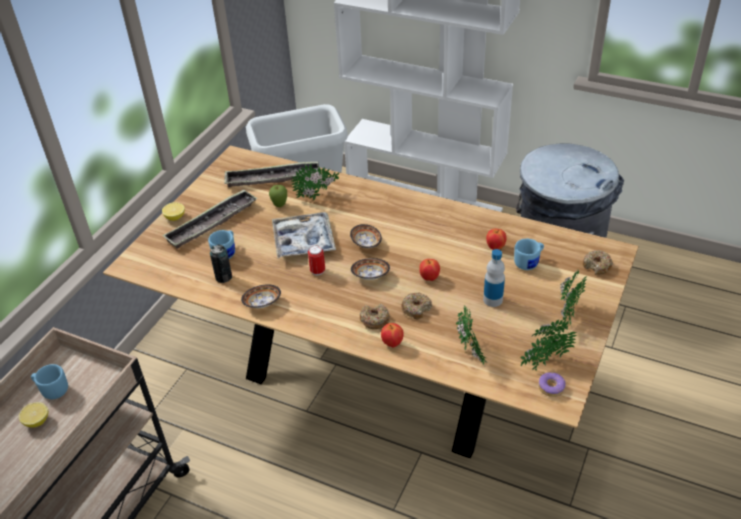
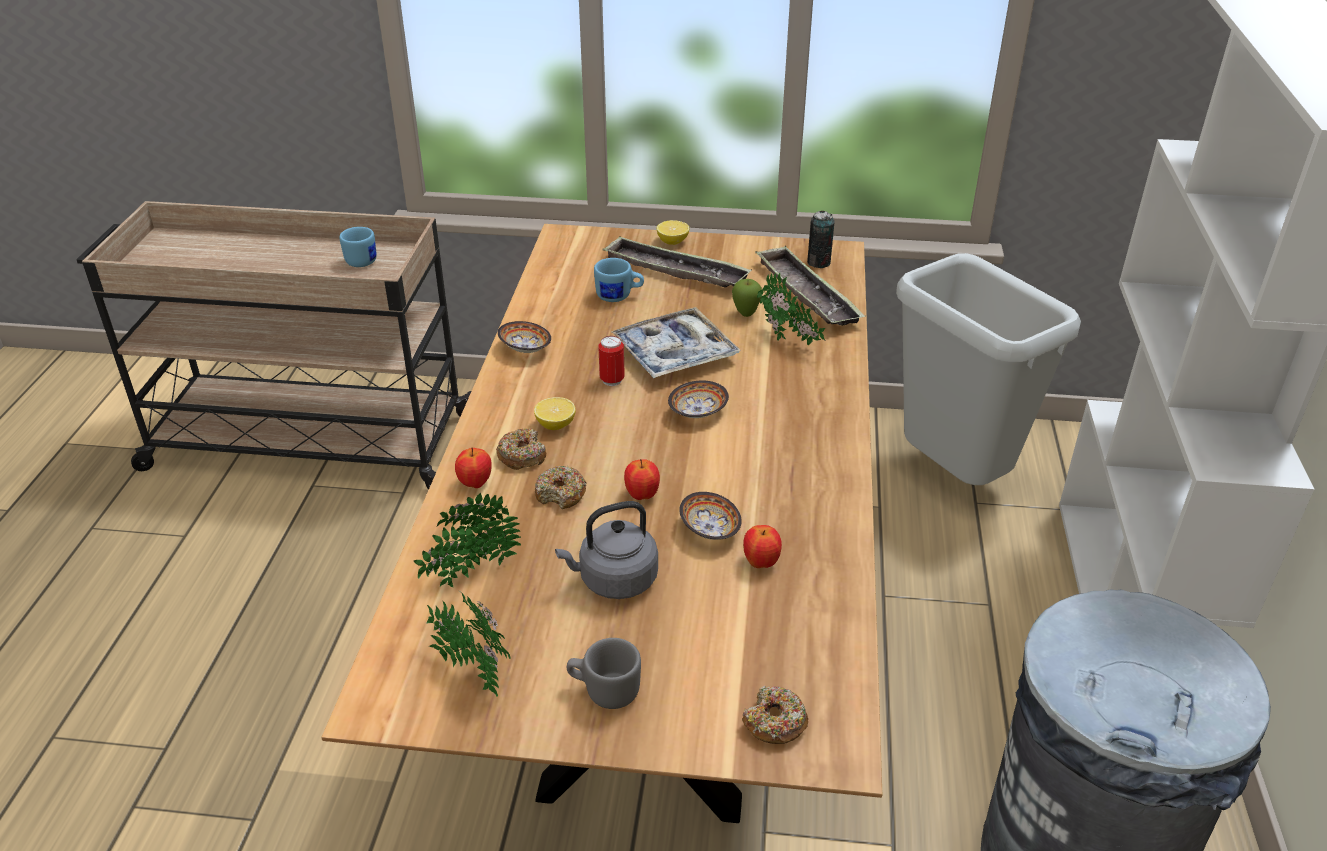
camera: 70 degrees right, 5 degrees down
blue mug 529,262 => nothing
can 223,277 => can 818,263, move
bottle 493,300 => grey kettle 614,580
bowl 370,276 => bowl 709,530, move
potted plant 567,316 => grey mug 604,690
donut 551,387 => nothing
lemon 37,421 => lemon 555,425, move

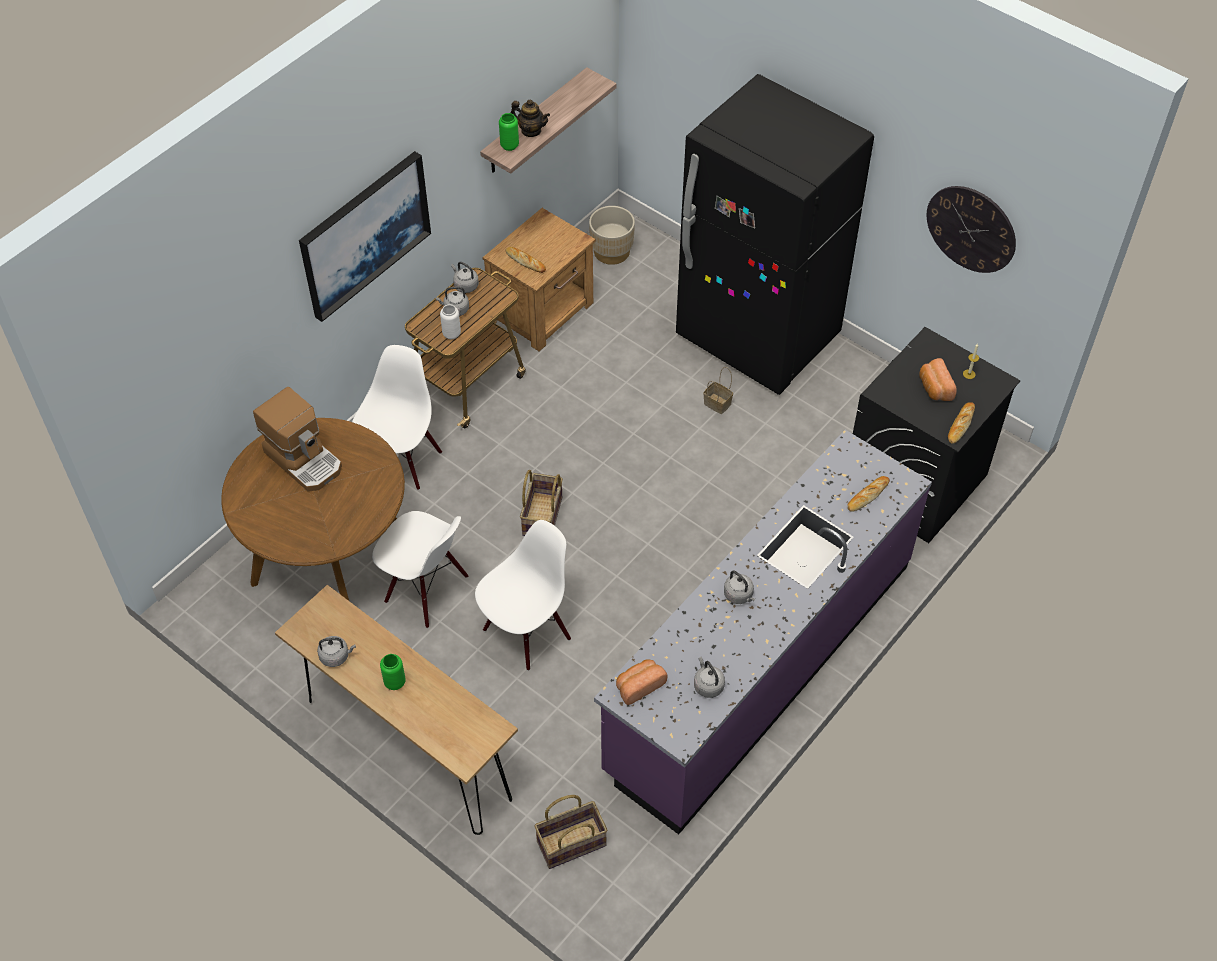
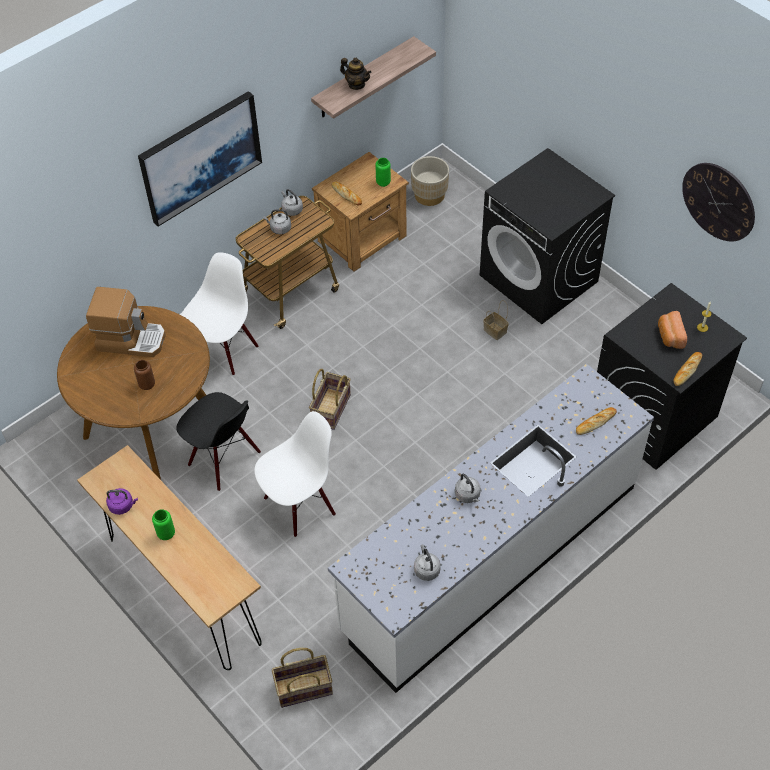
camera: 10 degrees right, 0 degrees up
black fridge 757,337 => black washing machine 539,279
green vase 509,146 => green vase 383,182, move
white vase 451,334 => nothing
coffee machine 304,459 => coffee machine 131,339, 45 degrees counterclockwise
purple counter 758,666 => white counter 490,557
white chair 426,590 => black chair 223,459
grey kettle 336,656 => purple kettle 122,506
bread 639,686 => nothing
nothing => brown vase 147,385

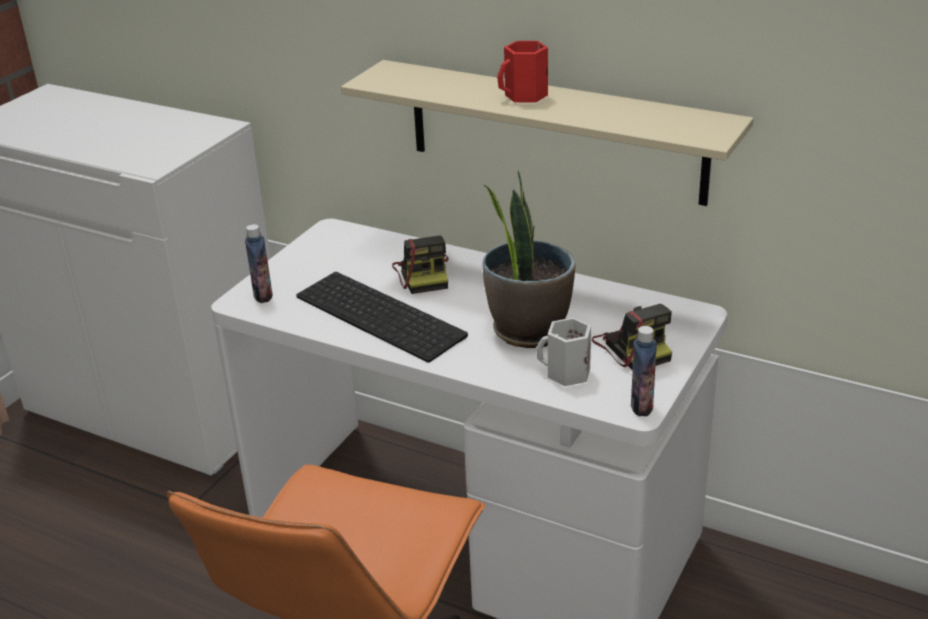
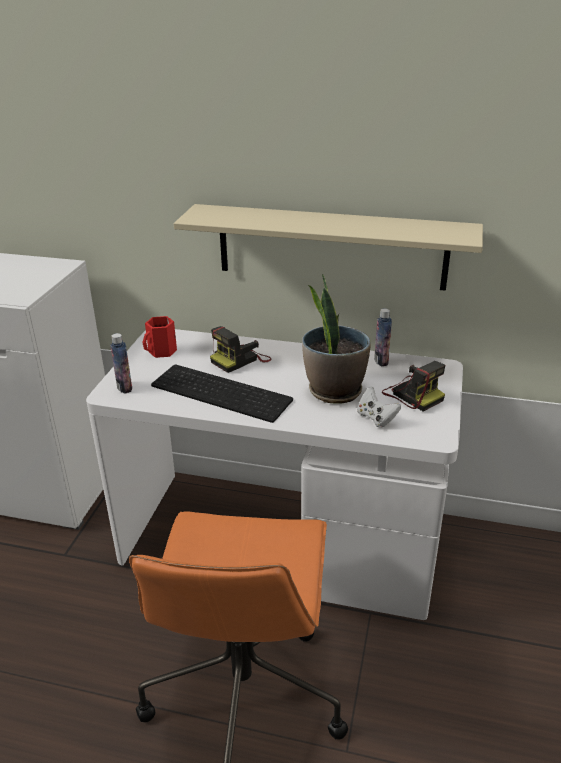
camera: 15 degrees left, 0 degrees up
red mug 525,96 => red mug 162,351, move
photo camera 424,274 => photo camera 240,360, 75 degrees clockwise
white mug 566,373 => white game controller 376,418
bottle 641,406 => bottle 381,361, move

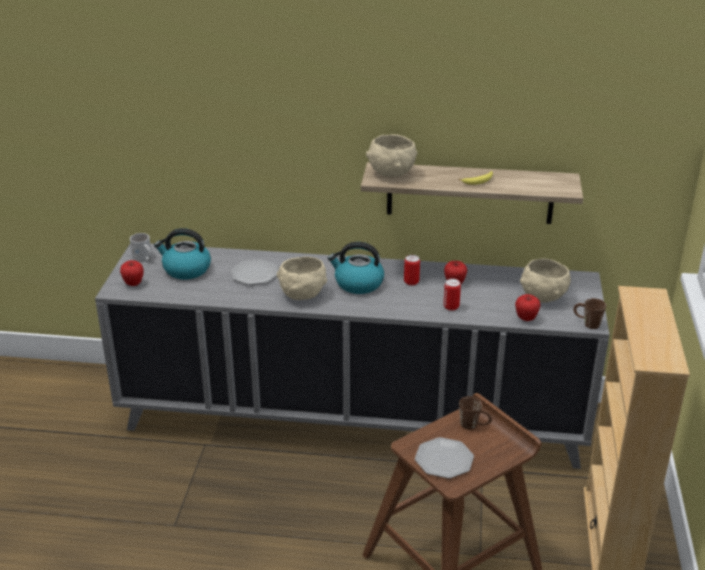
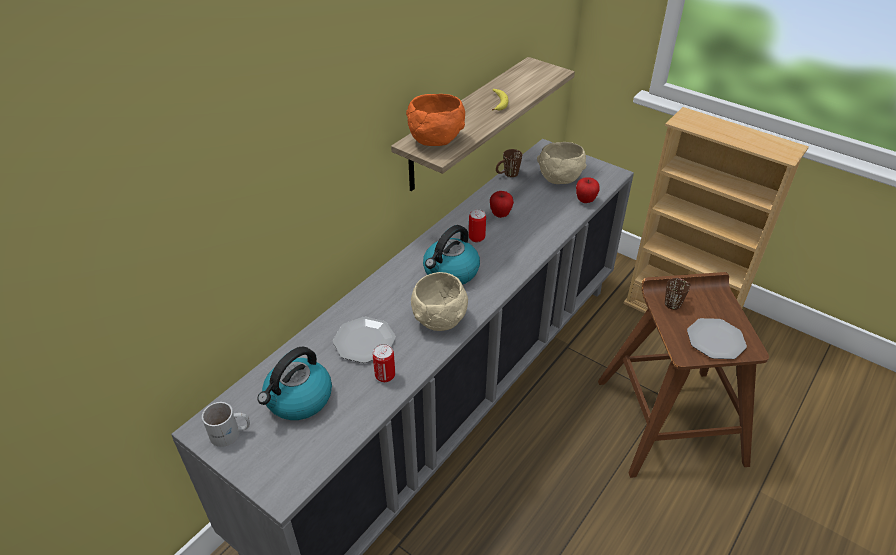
camera: 60 degrees left, 10 degrees up
beige bowl 392,174 => orange bowl 436,141
apple 133,284 => nothing
can 451,307 => can 385,376, move
brown mug 586,323 => brown mug 507,175, move

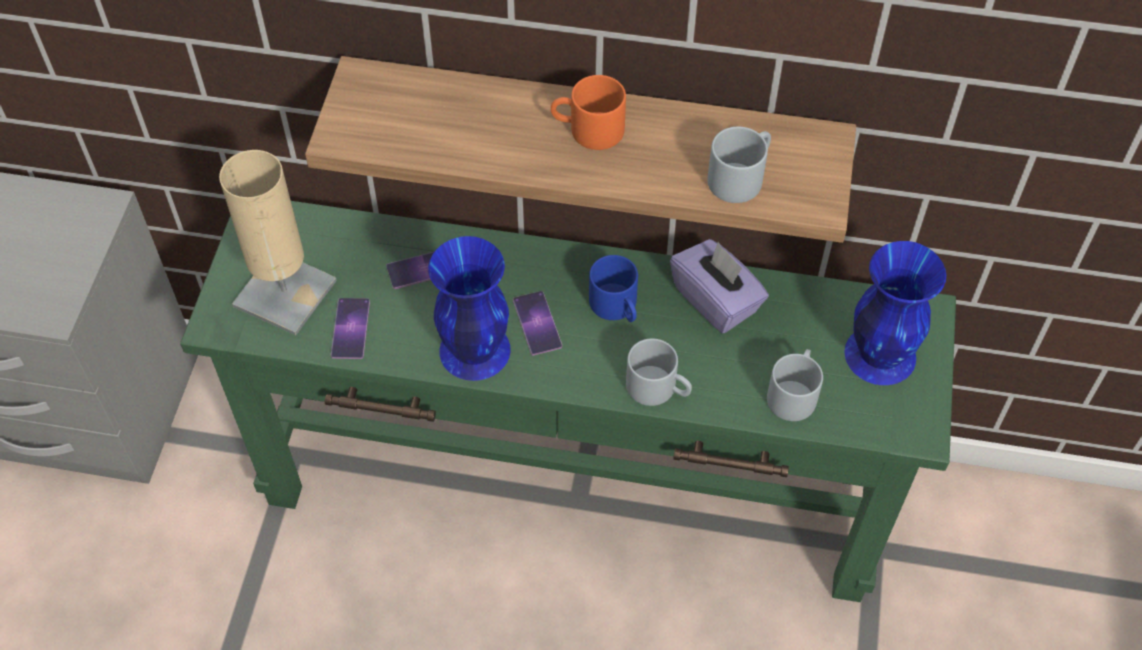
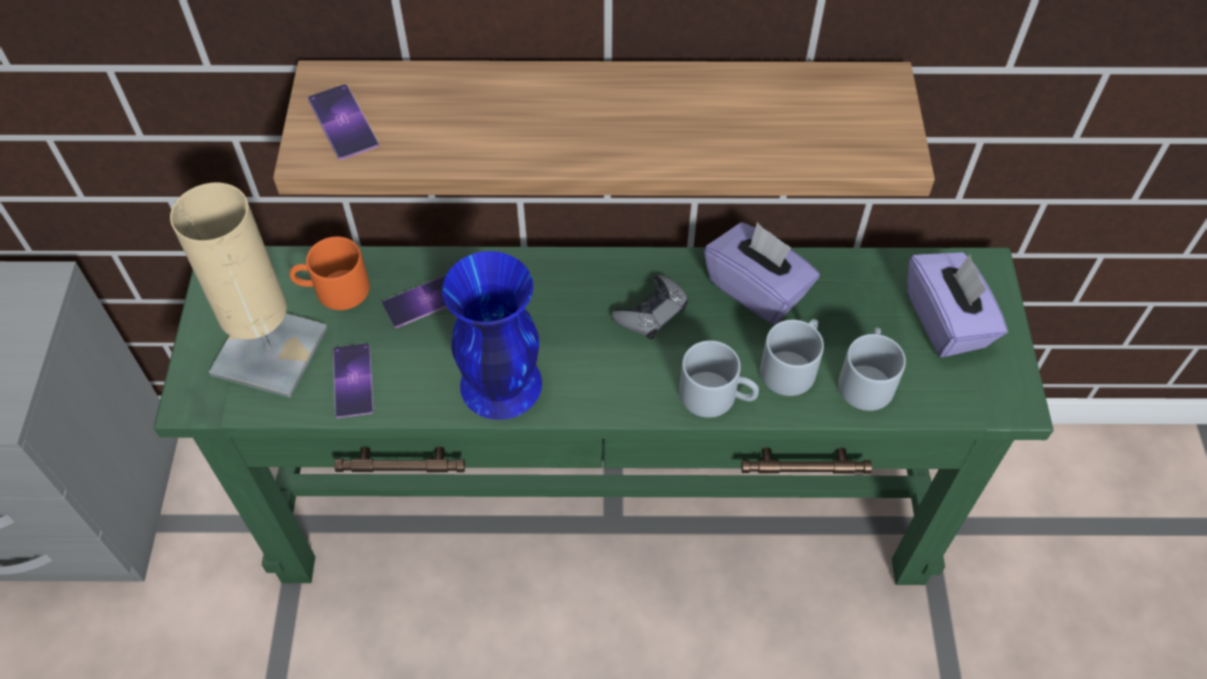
camera: 10 degrees left, 0 degrees up
orange mug 587,130 => orange mug 333,290, move
grey mug 740,176 => grey mug 791,365, move
blue vase 879,353 => purple tissue box 947,321
blue mug 618,307 => grey game controller 651,312
phone 537,323 => phone 343,122, move

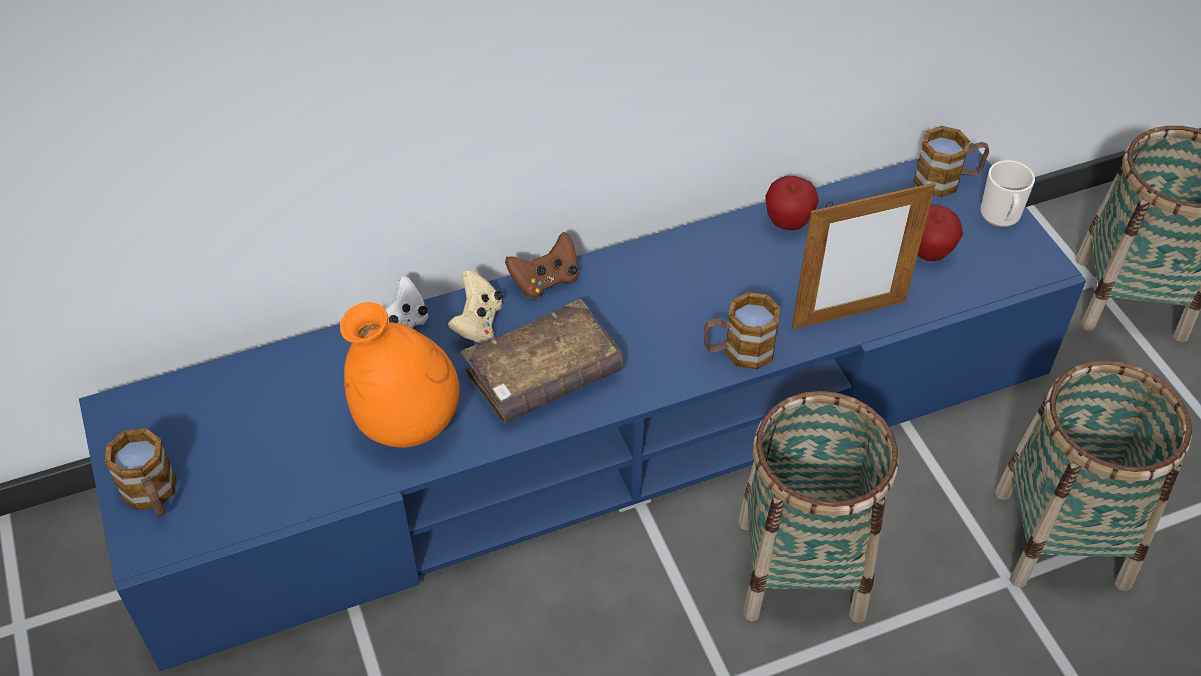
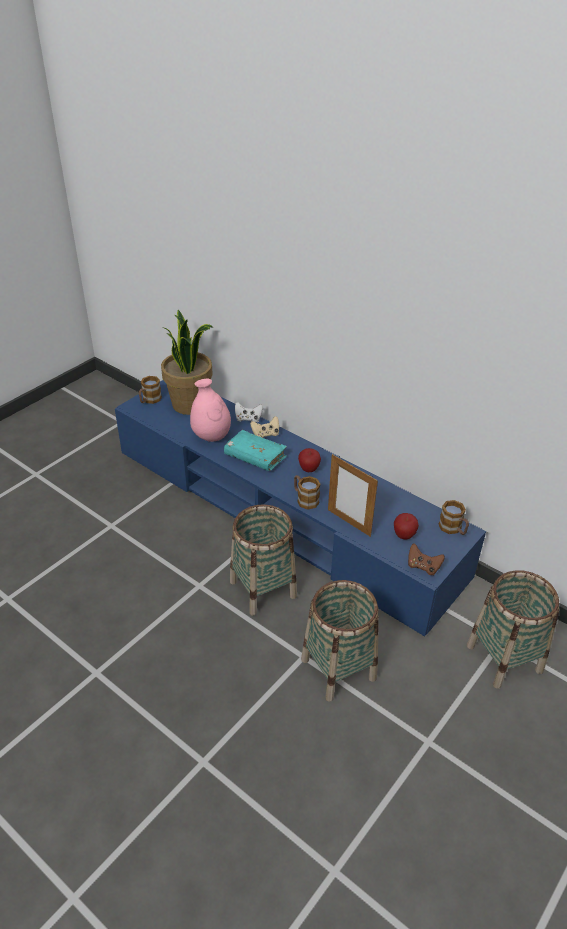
camera: 60 degrees right, 10 degrees down
mug 1001,216 => nothing
apple 788,223 => apple 309,469, move
brown game controller 545,281 => brown game controller 423,566, move
brown book 543,375 => turquoise book 255,457
orange vase 408,425 => pink vase 211,436
nothing => potted plant 190,404

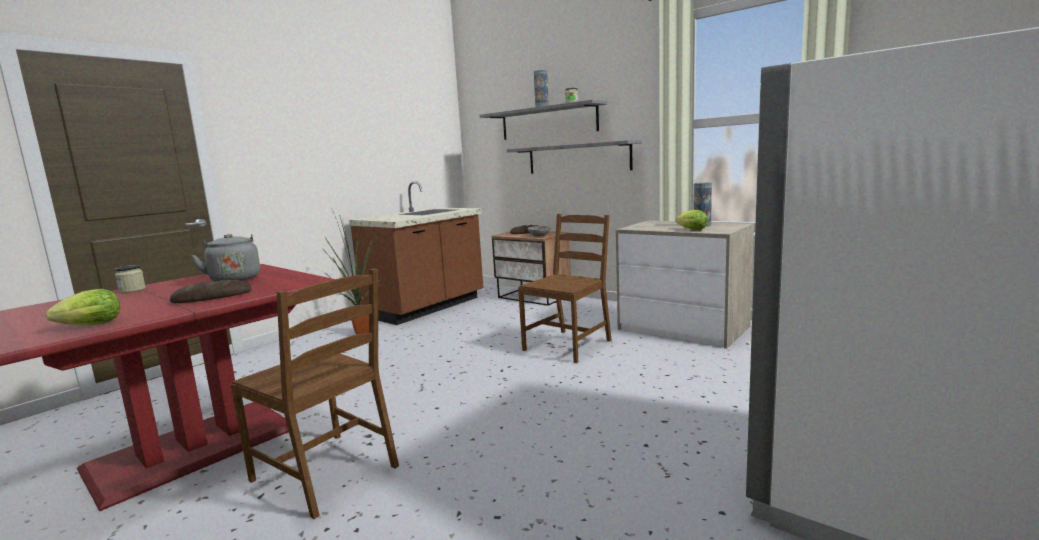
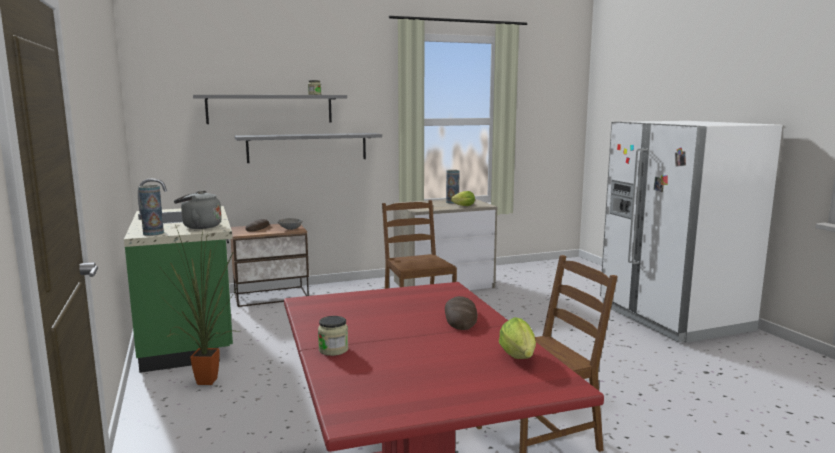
camera: 60 degrees left, 0 degrees up
vase 542,107 => vase 153,233, move
brown counter 426,307 => green counter 190,338
grey kettle 234,279 => grey kettle 199,227, move

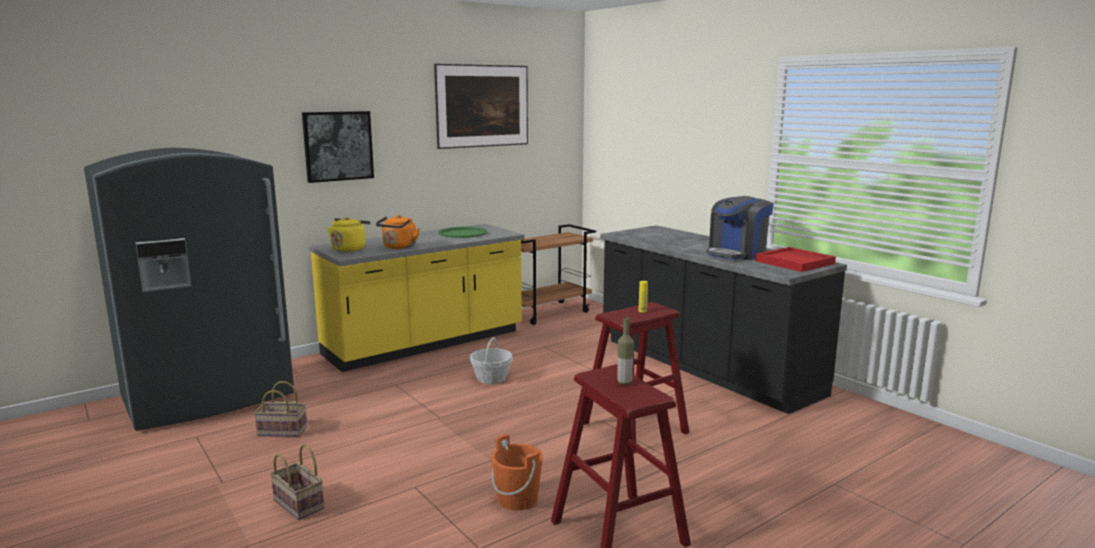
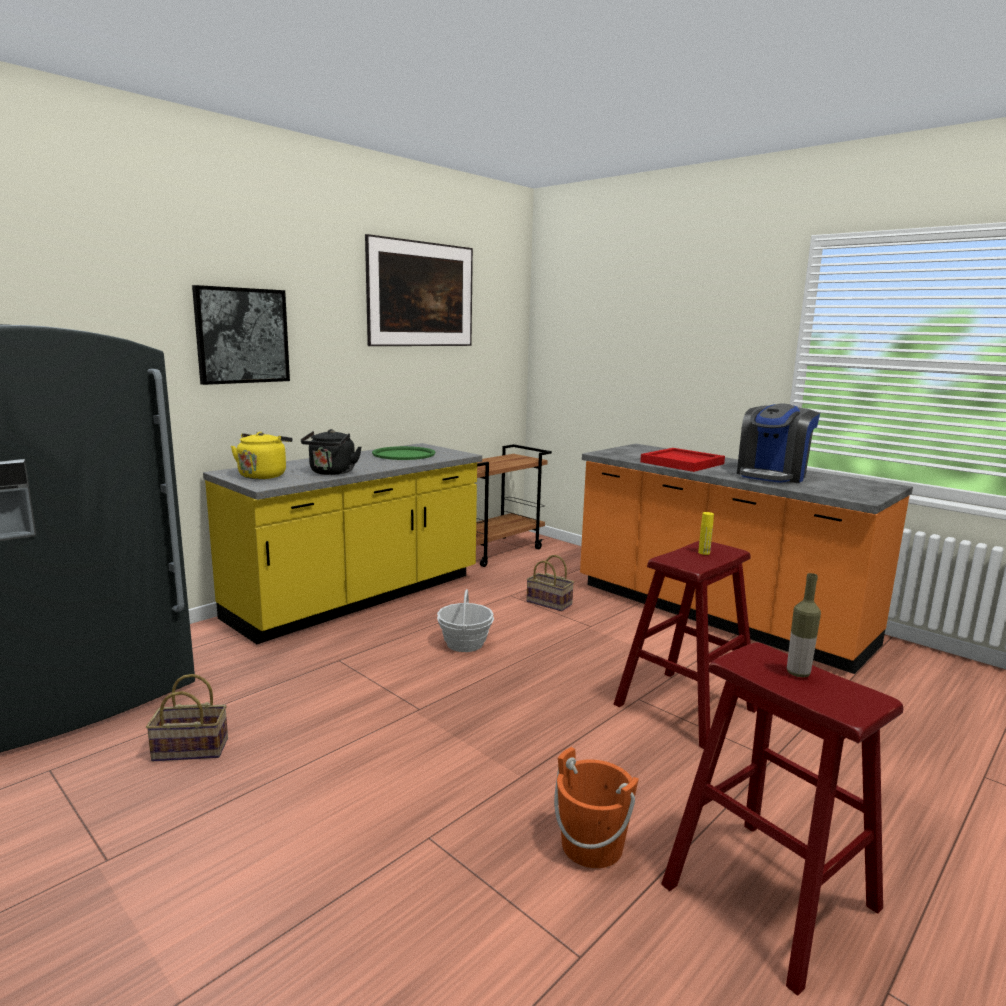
camera: 10 degrees left, 0 degrees up
orange kettle 399,247 => black kettle 331,473
black counter 704,367 => orange counter 716,615
red tray 795,262 => red tray 683,463, move
basket 300,504 => basket 550,603, move

